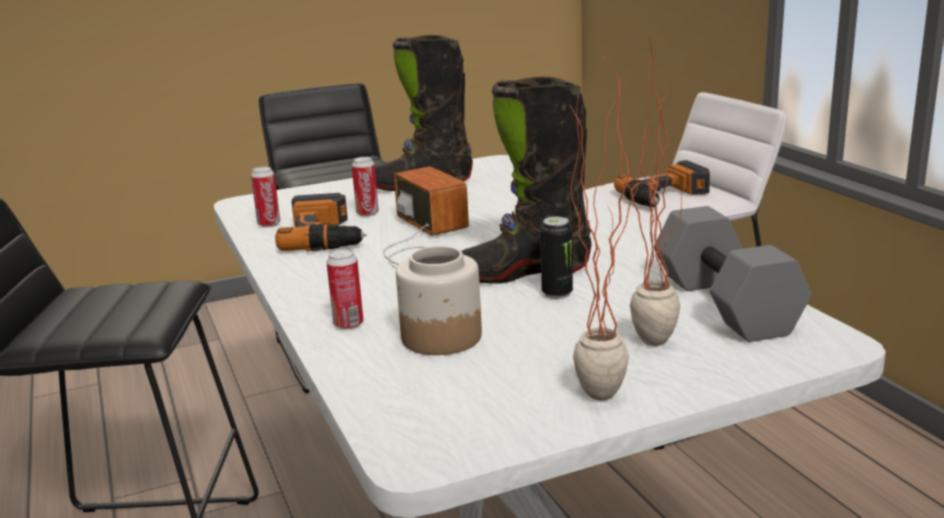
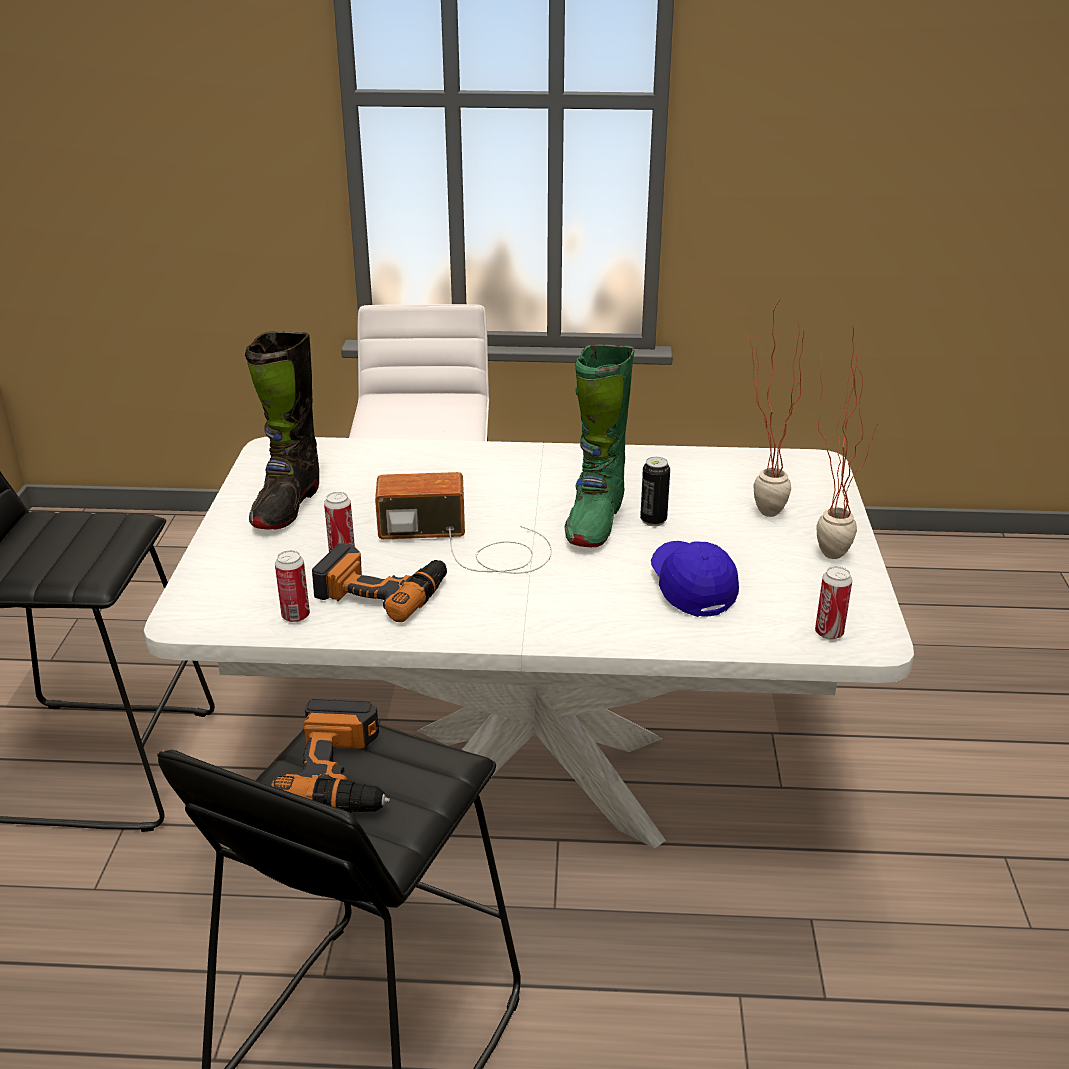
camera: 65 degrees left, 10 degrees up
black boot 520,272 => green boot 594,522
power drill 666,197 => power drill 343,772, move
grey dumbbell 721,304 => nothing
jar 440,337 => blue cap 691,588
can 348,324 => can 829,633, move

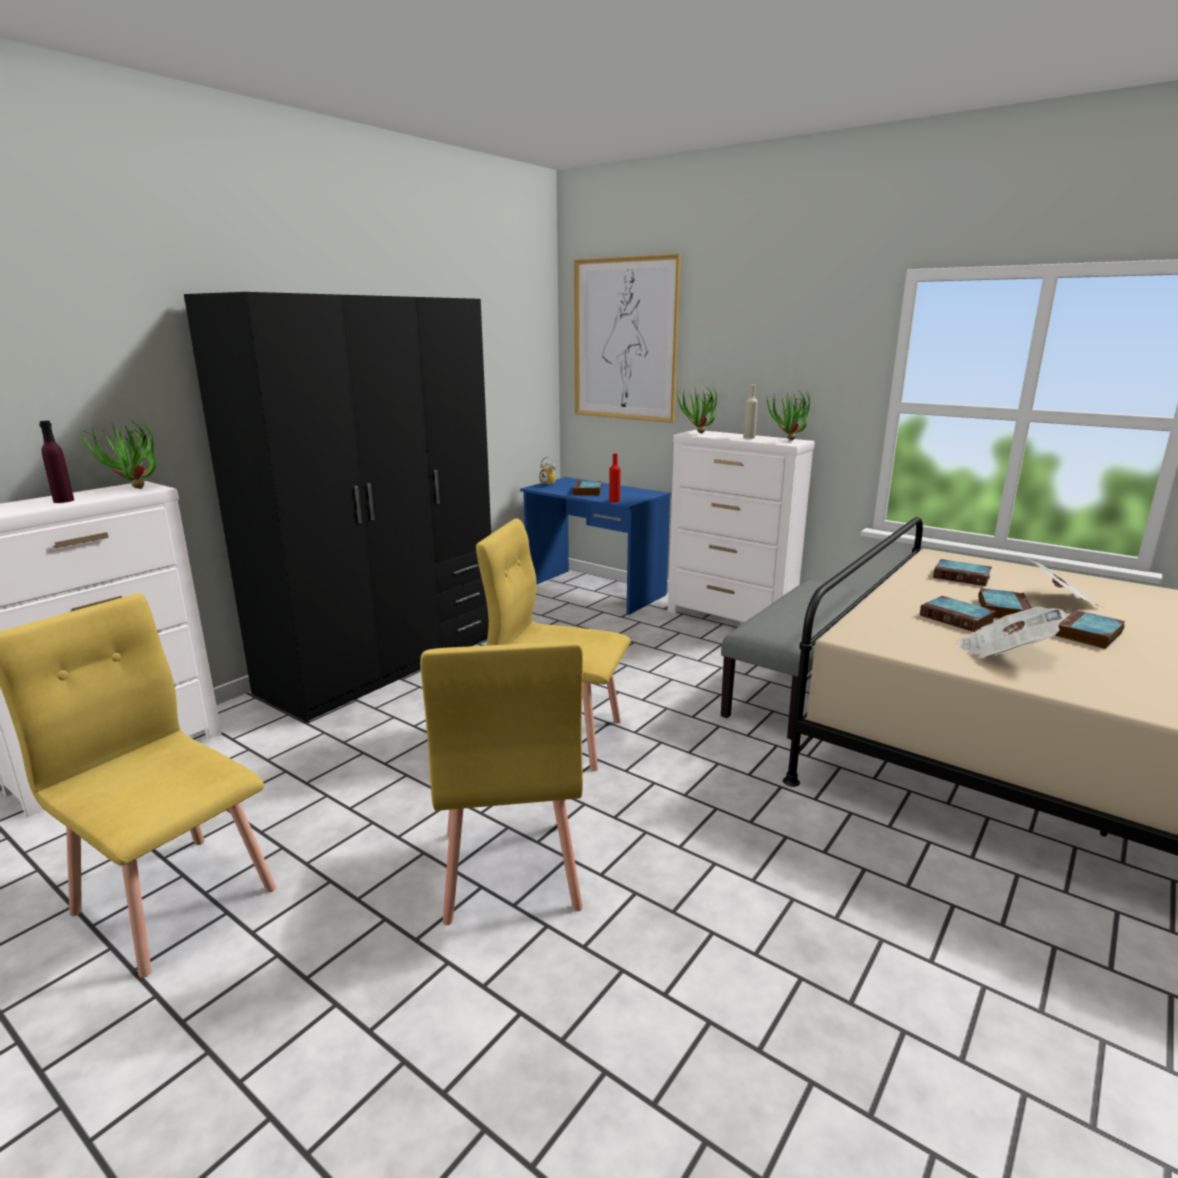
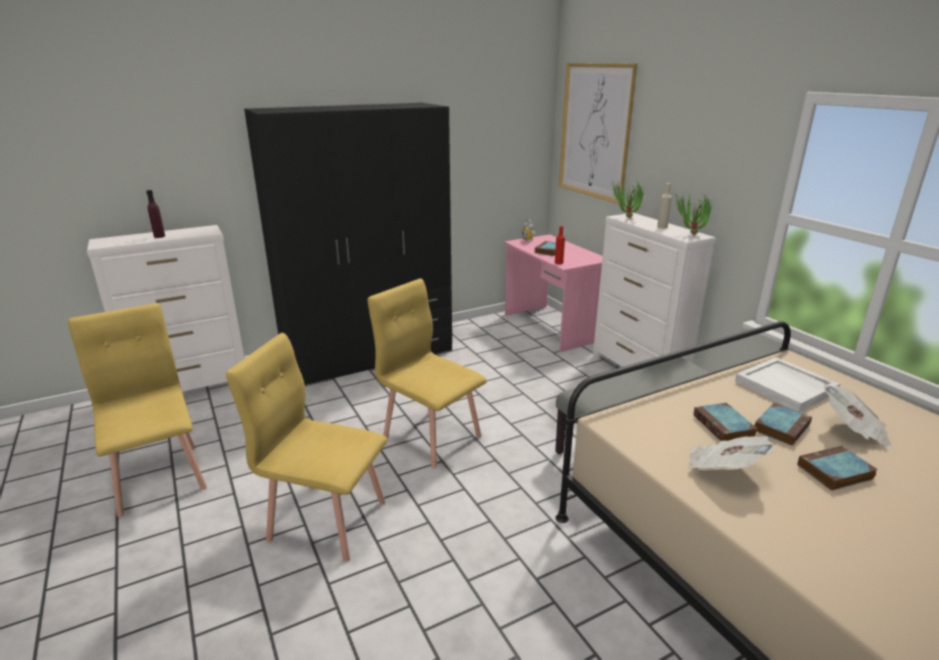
camera: 25 degrees right, 5 degrees up
potted plant 135,491 => nothing
blue desk 594,591 => pink desk 551,327
book 963,577 => white tray 786,387
yellow chair 509,870 => yellow chair 327,519, 90 degrees clockwise

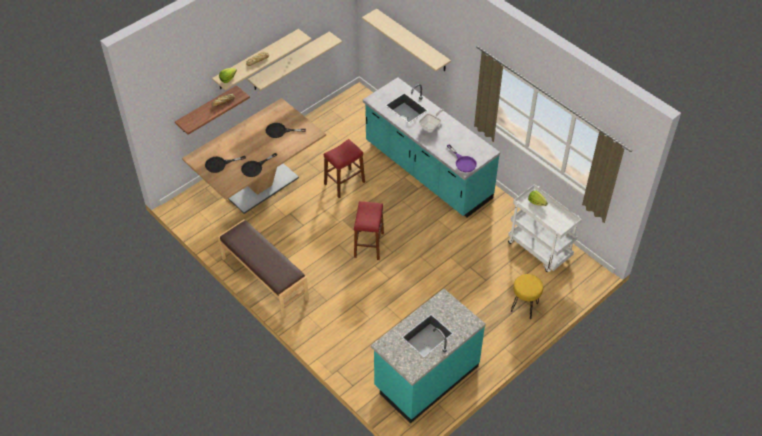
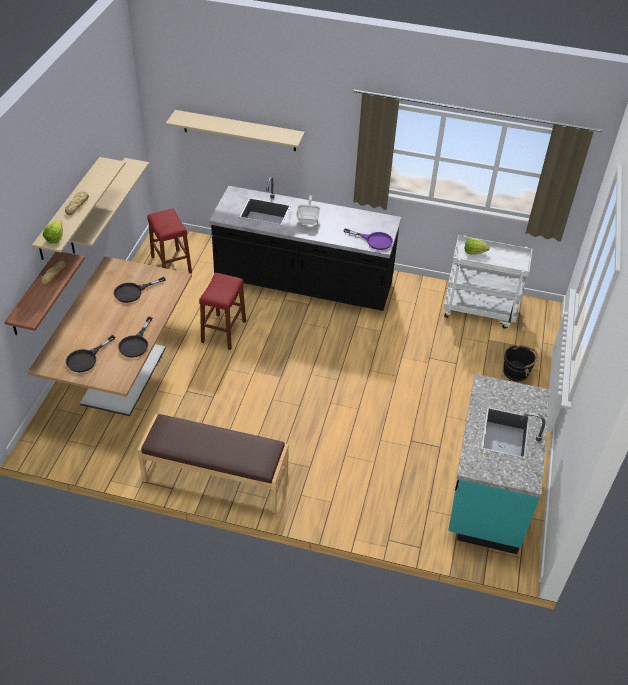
camera: 35 degrees left, 5 degrees down
turquoise counter 427,171 => black counter 303,283
red stool 369,245 => red stool 171,265, move
yellow stool 524,307 => black bucket 516,372

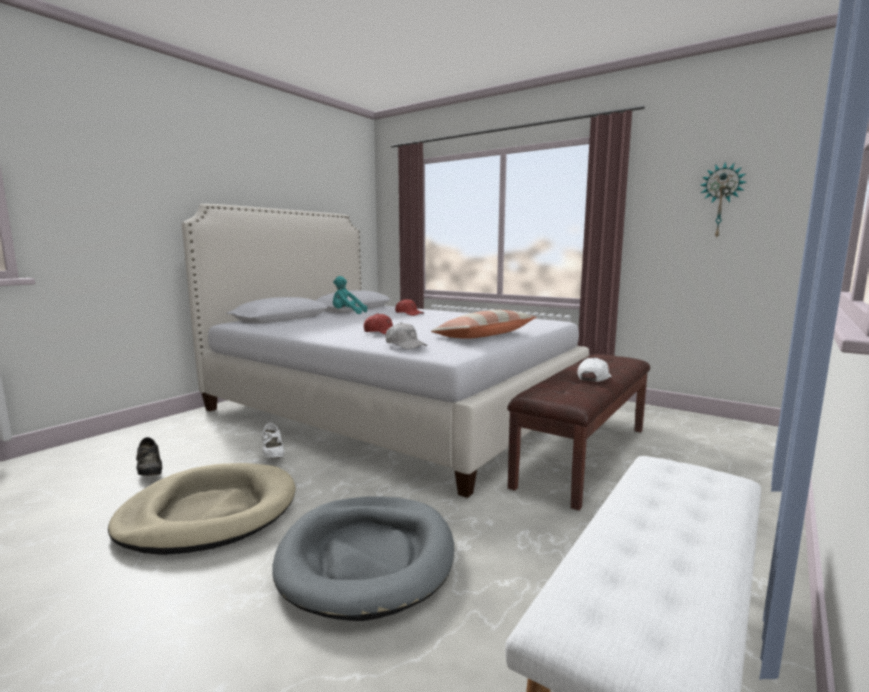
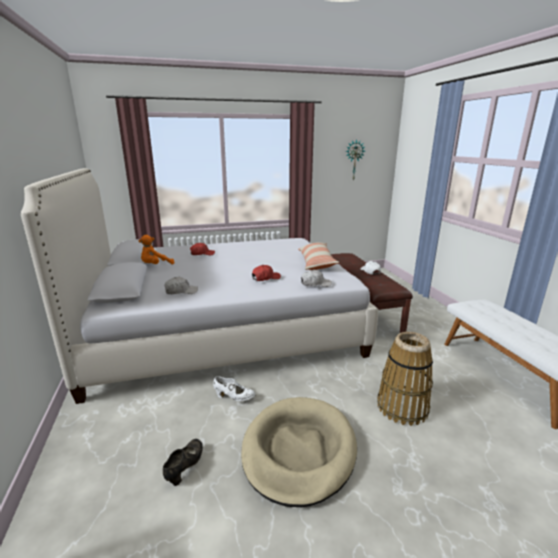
camera: 50 degrees left, 10 degrees up
turquoise plush toy 347,313 => orange plush toy 155,266
black shoe 150,471 => black shoe 185,467, 75 degrees counterclockwise
grey dog bed 367,558 => basket 402,407
nothing => white cap 181,291

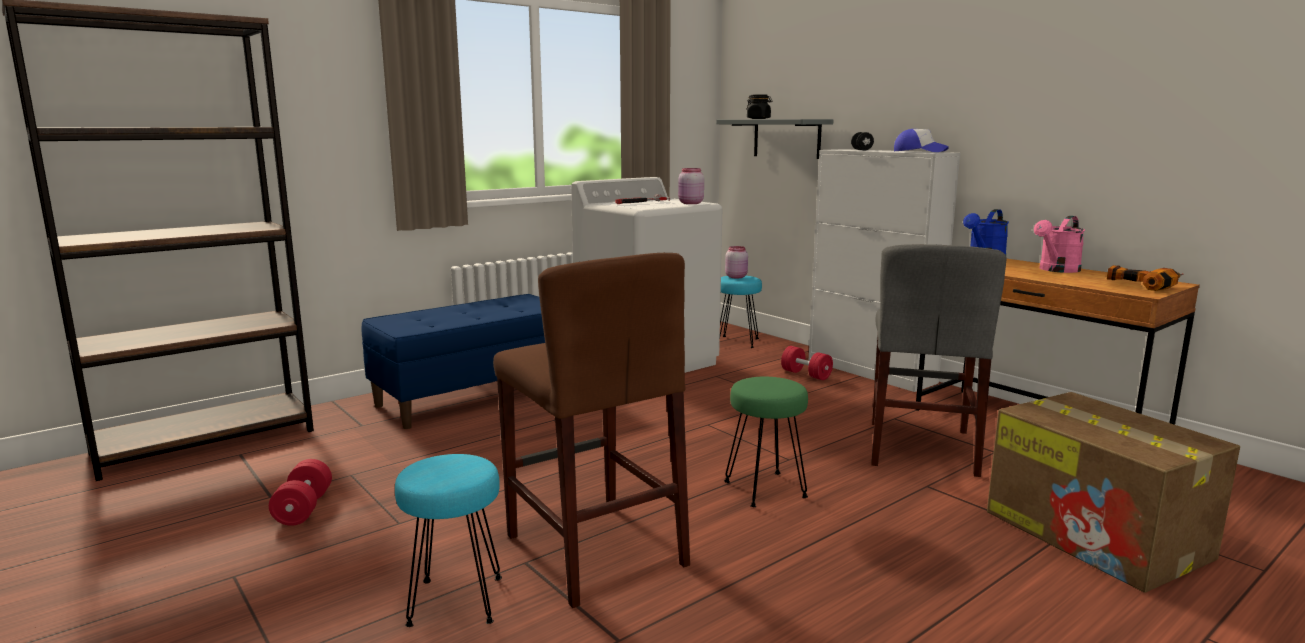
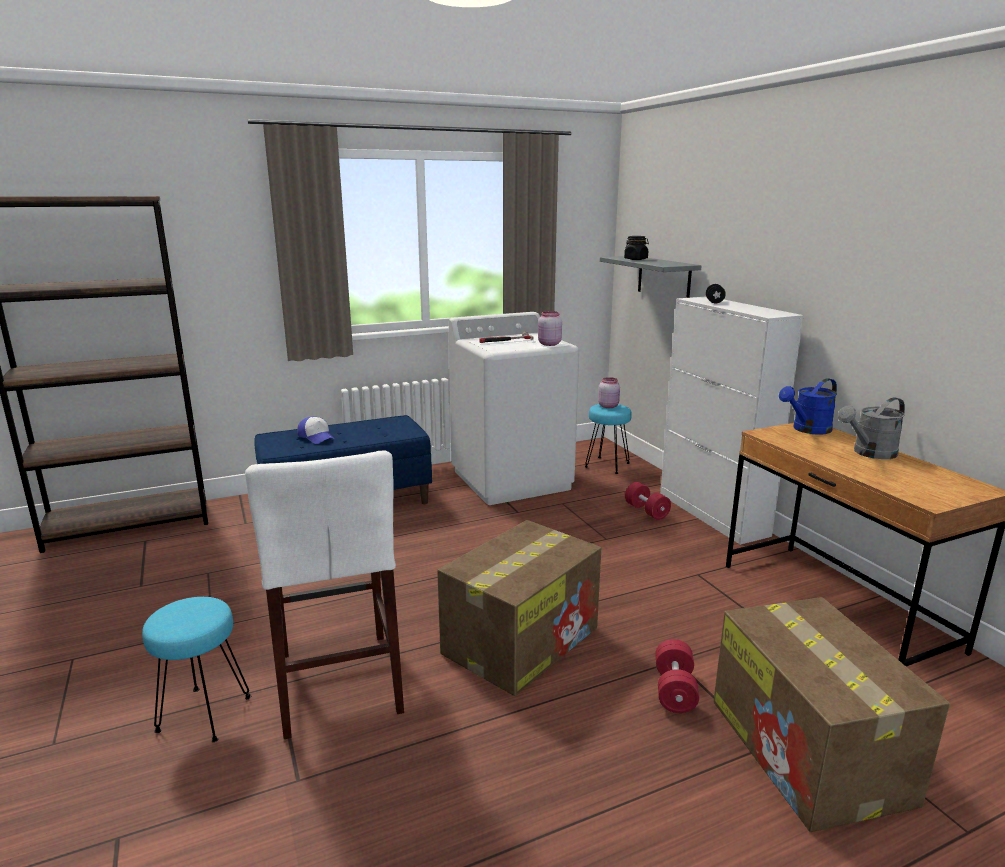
camera: 15 degrees right, 5 degrees up
cap 919,151 => cap 317,437, move
pink watering can 1056,270 => grey watering can 869,453
grey chair 921,447 => nothing
brown stool 595,549 => white stool 339,681
power drill 1142,284 => nothing
green stool 765,488 => cardboard box 522,639
red dumbbell 303,508 => red dumbbell 674,690, move

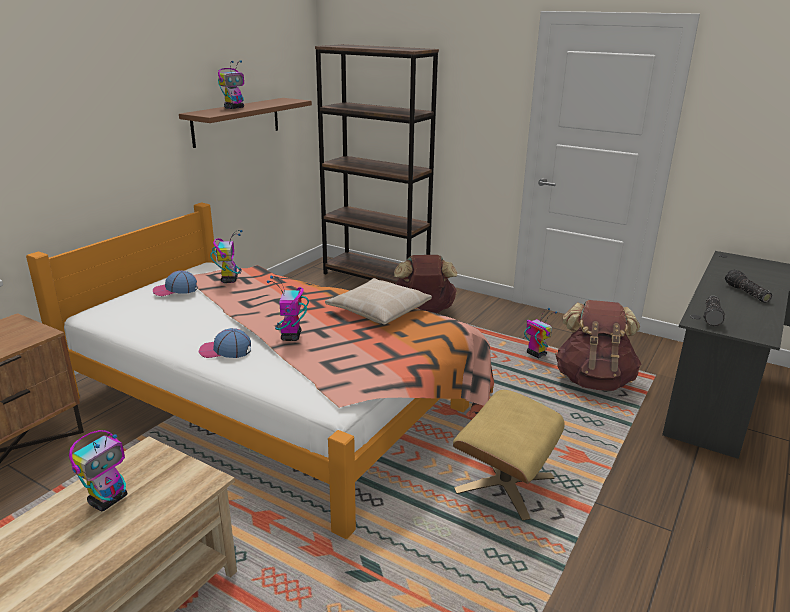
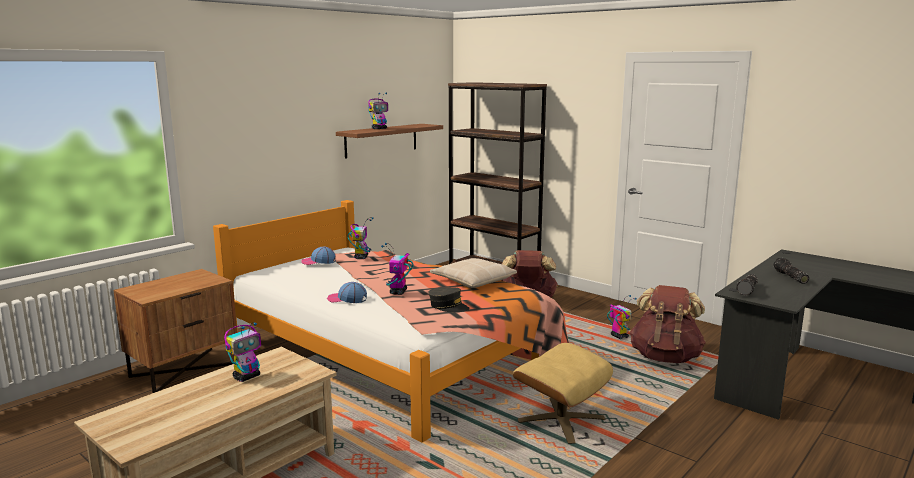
camera: 10 degrees right, 10 degrees down
nothing => grey cap 448,306

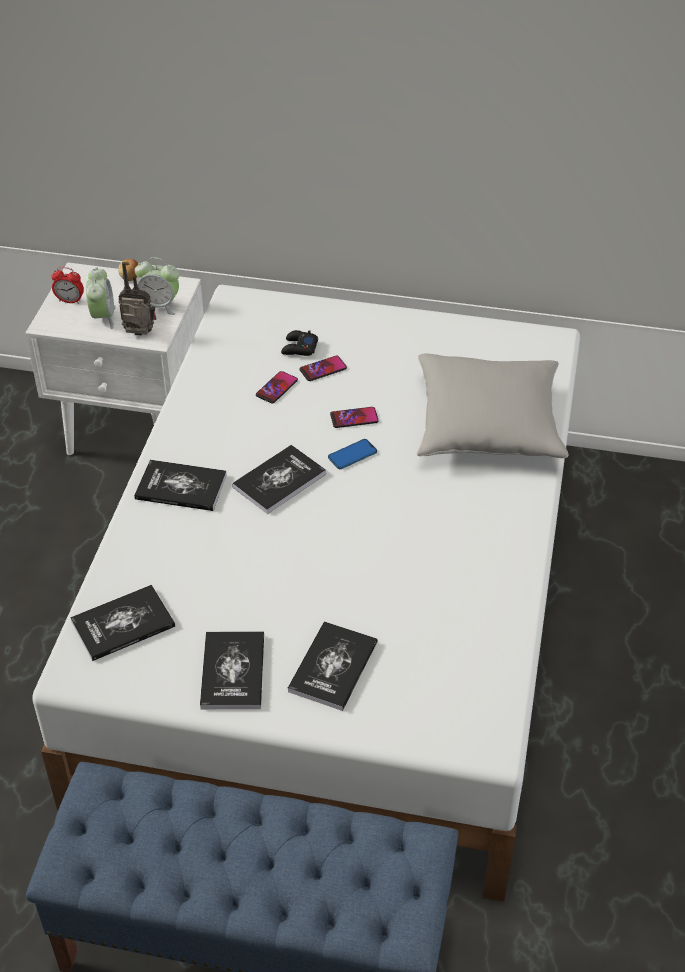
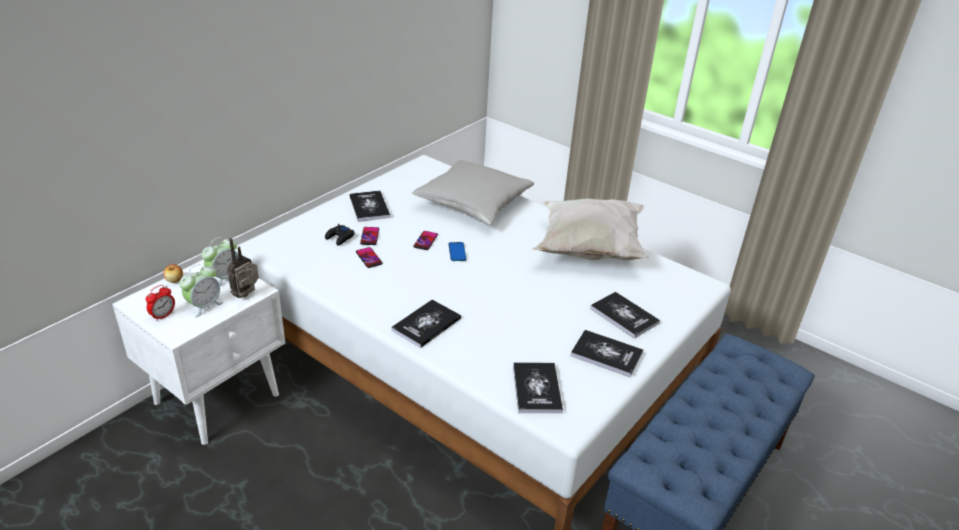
camera: 65 degrees left, 10 degrees down
alarm clock 103,317 => alarm clock 204,306, 105 degrees clockwise
book 279,480 => book 369,207, move
nothing => white pillow 588,250

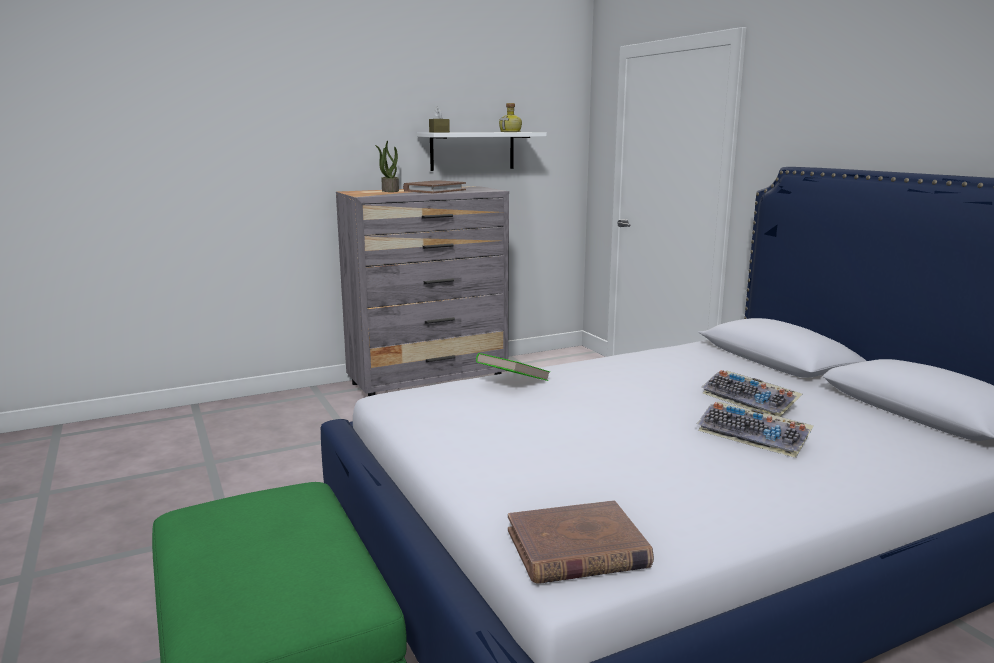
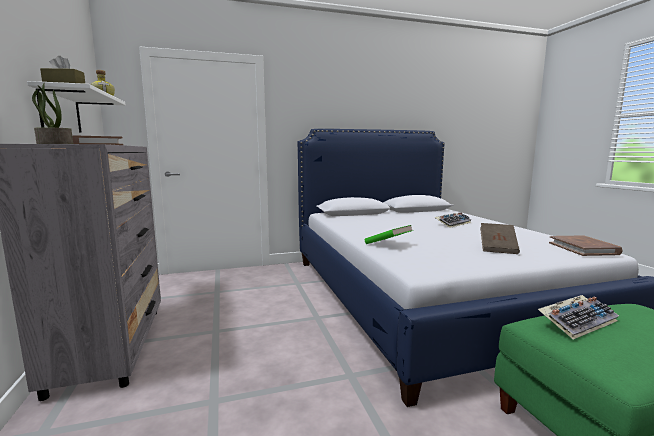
camera: 80 degrees left, 5 degrees down
keyboard 751,401 => keyboard 577,321, move
nothing => brown book 498,248

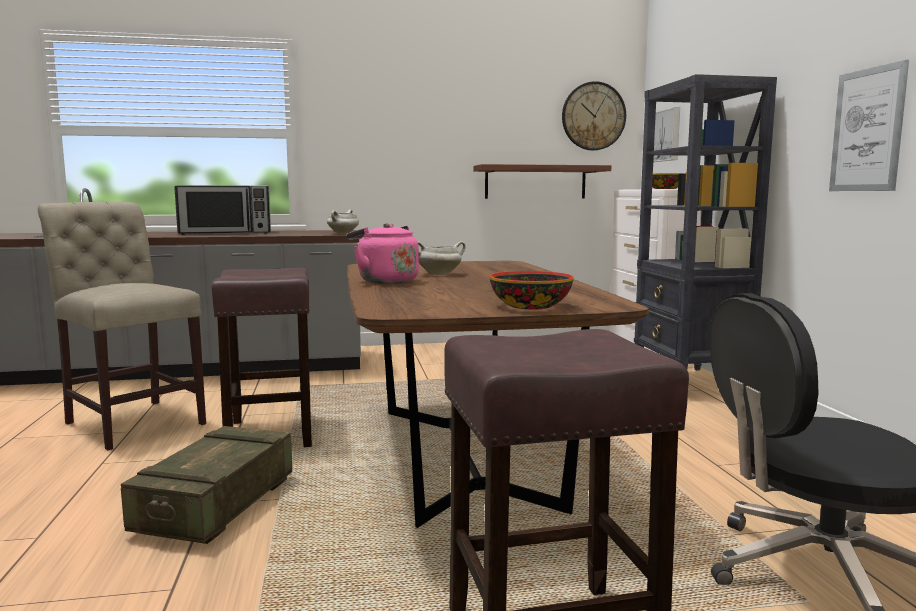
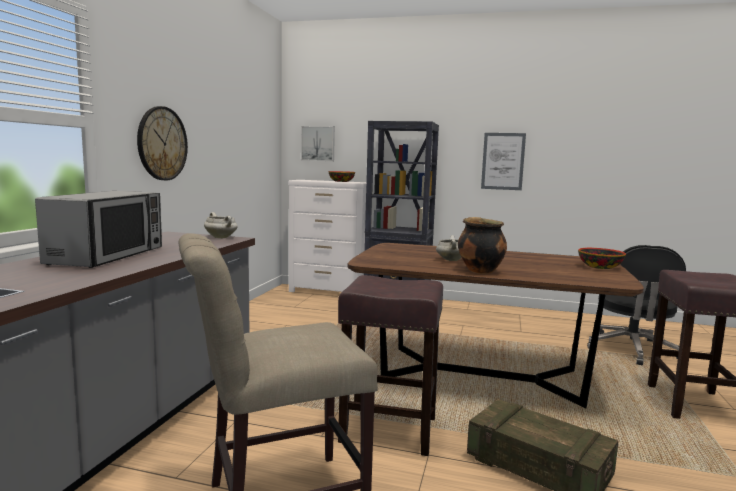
camera: 65 degrees left, 0 degrees up
wall clock 593,116 => wall clock 162,143, move
shelf 535,182 => nothing
pink kettle 385,281 => cooking pot 479,271

